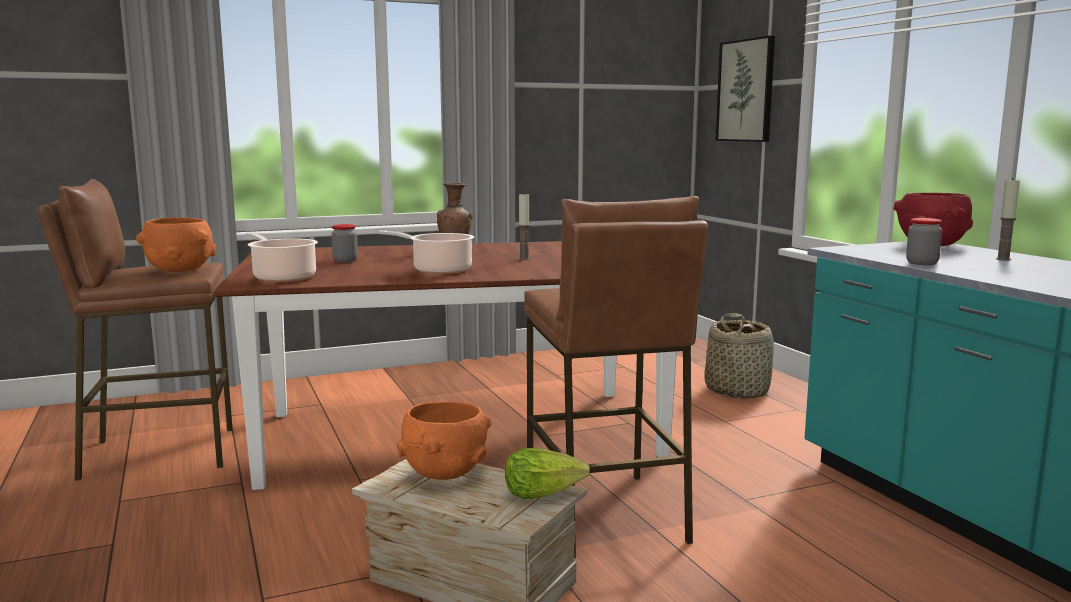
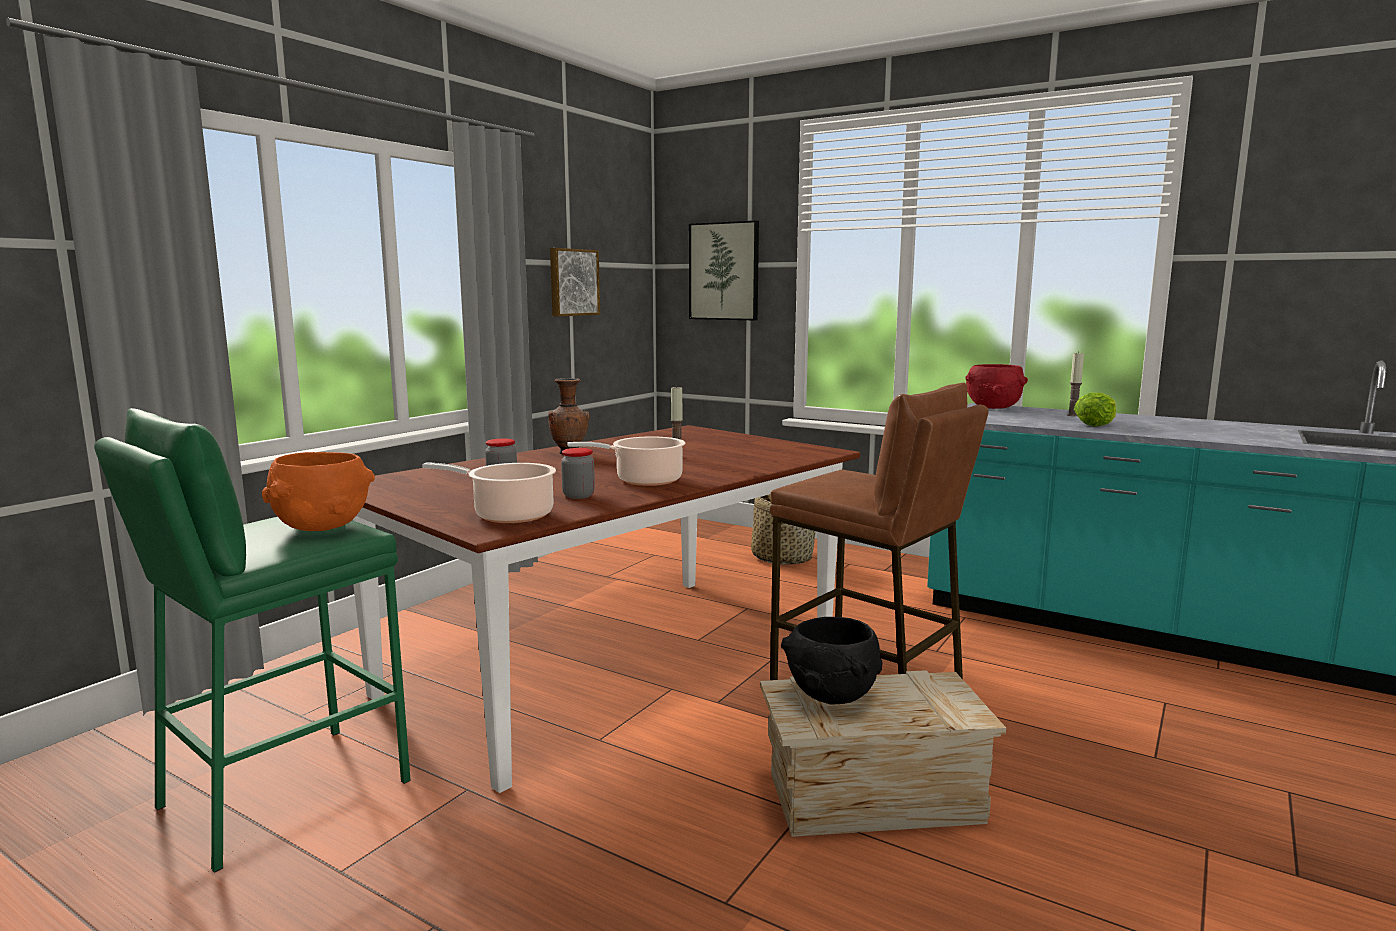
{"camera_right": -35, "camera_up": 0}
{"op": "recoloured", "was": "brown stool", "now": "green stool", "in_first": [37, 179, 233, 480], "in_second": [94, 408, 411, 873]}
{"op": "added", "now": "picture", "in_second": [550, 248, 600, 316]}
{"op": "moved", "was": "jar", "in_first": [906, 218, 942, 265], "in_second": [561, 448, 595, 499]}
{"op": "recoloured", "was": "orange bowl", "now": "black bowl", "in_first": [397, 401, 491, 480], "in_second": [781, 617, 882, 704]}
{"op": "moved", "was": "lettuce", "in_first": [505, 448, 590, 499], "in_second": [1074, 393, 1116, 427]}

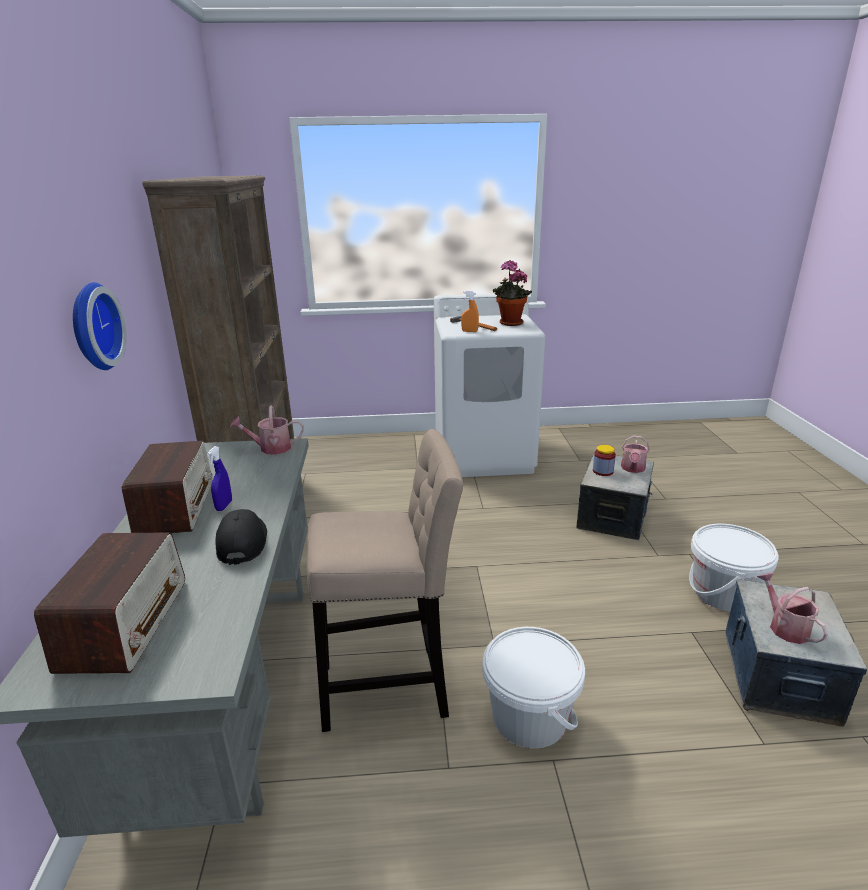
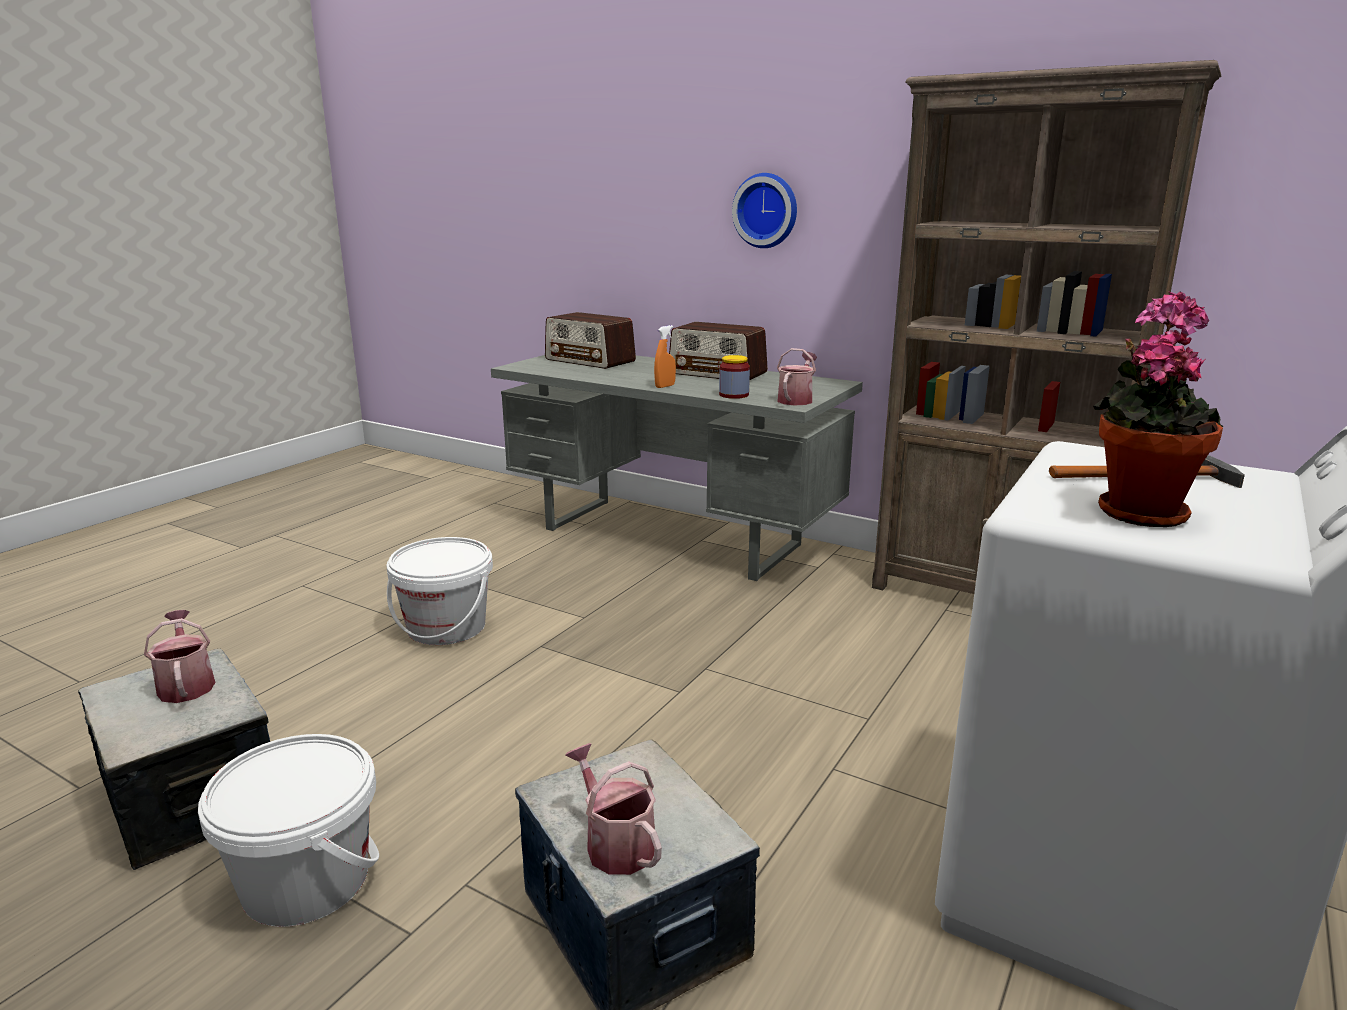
{"camera_right": 125, "camera_up": -5}
{"op": "turned", "was": "watering can", "in_first": [757, 572, 828, 644], "in_second": [144, 610, 216, 703], "clockwise": -135}
{"op": "moved", "was": "orange spray bottle", "in_first": [461, 291, 479, 332], "in_second": [654, 325, 676, 388]}
{"op": "moved", "was": "jar", "in_first": [593, 445, 616, 476], "in_second": [719, 355, 750, 399]}
{"op": "removed", "was": "blue spray bottle", "in_first": [207, 446, 232, 511]}
{"op": "removed", "was": "black cap", "in_first": [215, 509, 267, 565]}
{"op": "removed", "was": "beige stool", "in_first": [307, 429, 463, 732]}

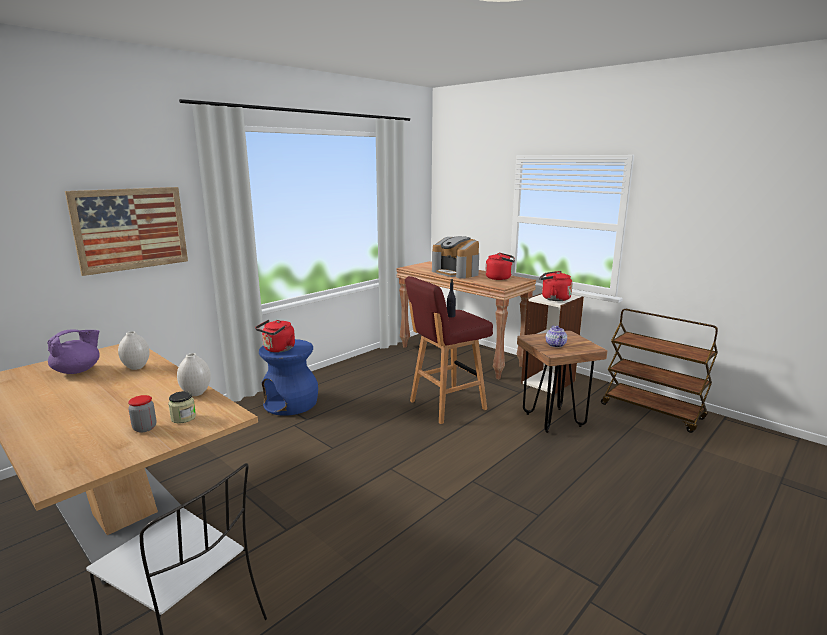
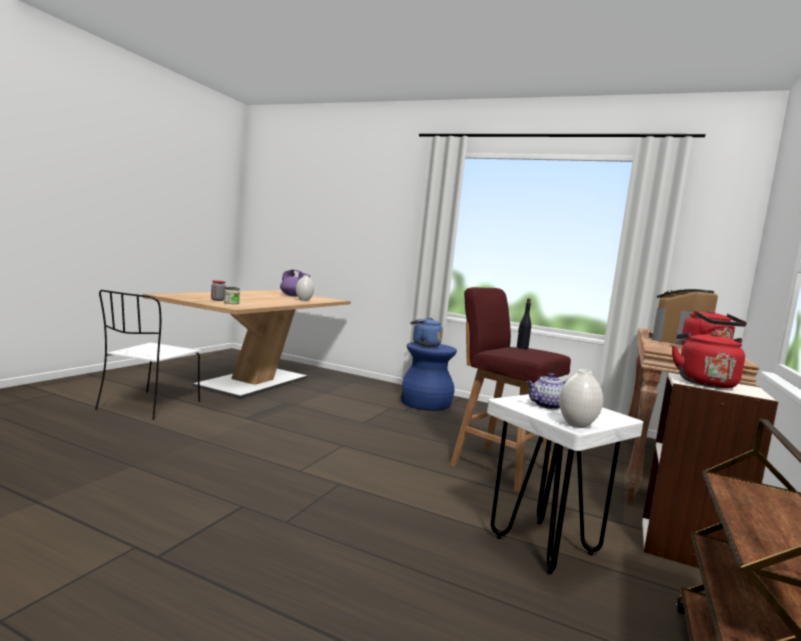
{"camera_right": 70, "camera_up": -10}
{"op": "recoloured", "was": "red kettle", "now": "blue kettle", "in_first": [255, 320, 295, 353], "in_second": [410, 317, 443, 347]}
{"op": "recoloured", "was": "brown stool", "now": "white stool", "in_first": [517, 331, 607, 433], "in_second": [487, 394, 643, 574]}
{"op": "moved", "was": "white vase", "in_first": [177, 353, 211, 396], "in_second": [559, 369, 603, 428]}
{"op": "removed", "was": "picture", "in_first": [65, 187, 188, 276]}

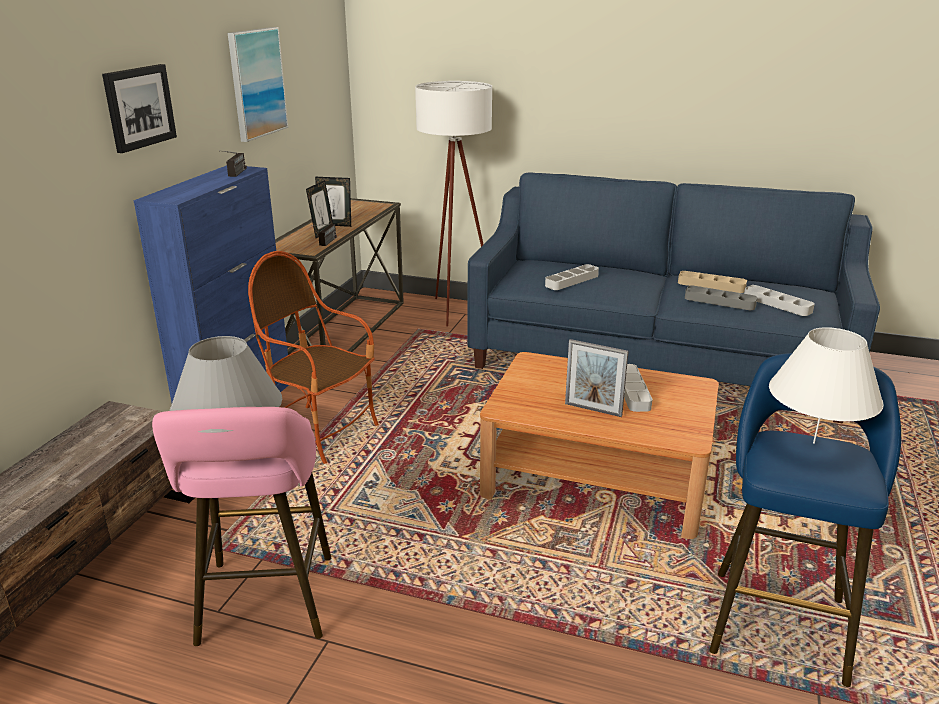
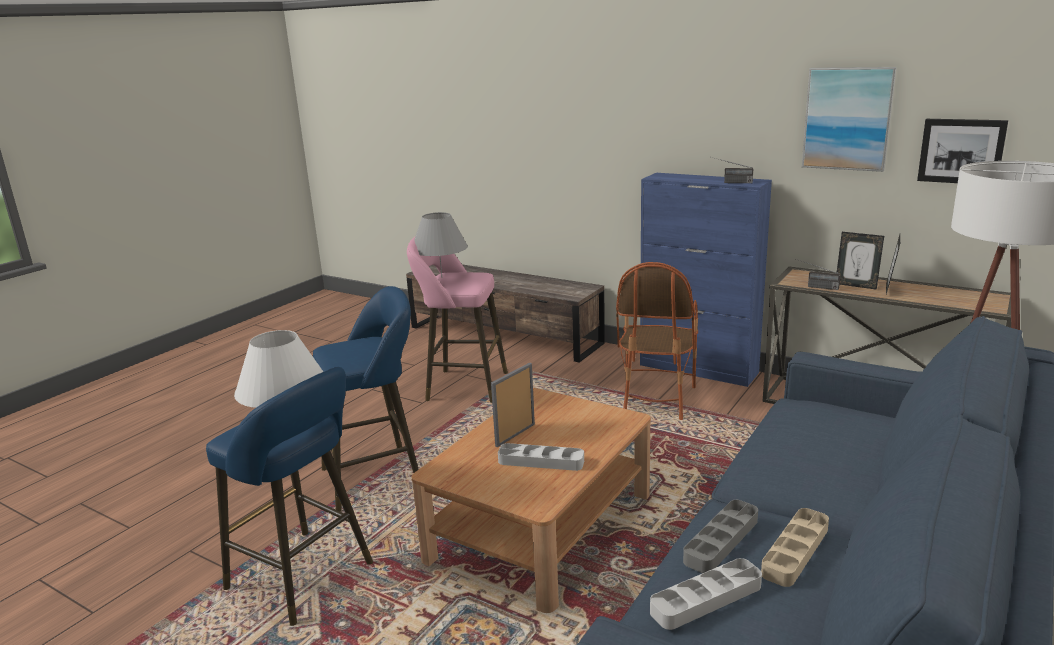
{"camera_right": 105, "camera_up": -5}
{"op": "added", "now": "blue stool", "in_second": [313, 286, 419, 512]}
{"op": "turned", "was": "armchair", "in_first": [248, 251, 379, 464], "in_second": [616, 262, 698, 420], "clockwise": 150}
{"op": "moved", "was": "picture", "in_first": [102, 64, 177, 153], "in_second": [917, 119, 1008, 183]}
{"op": "removed", "was": "grey tray", "in_first": [545, 264, 599, 290]}

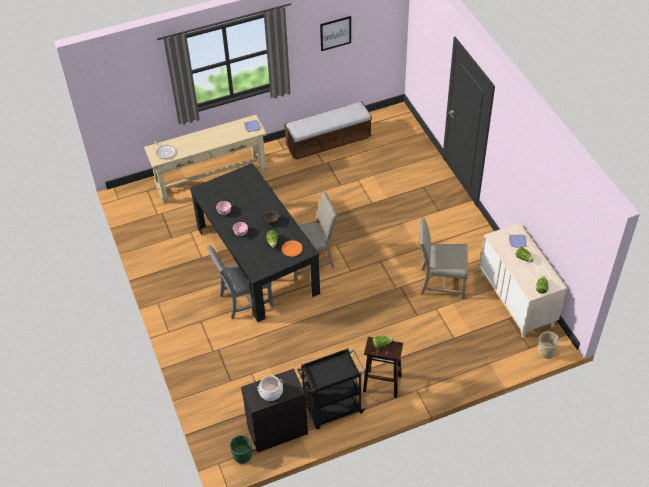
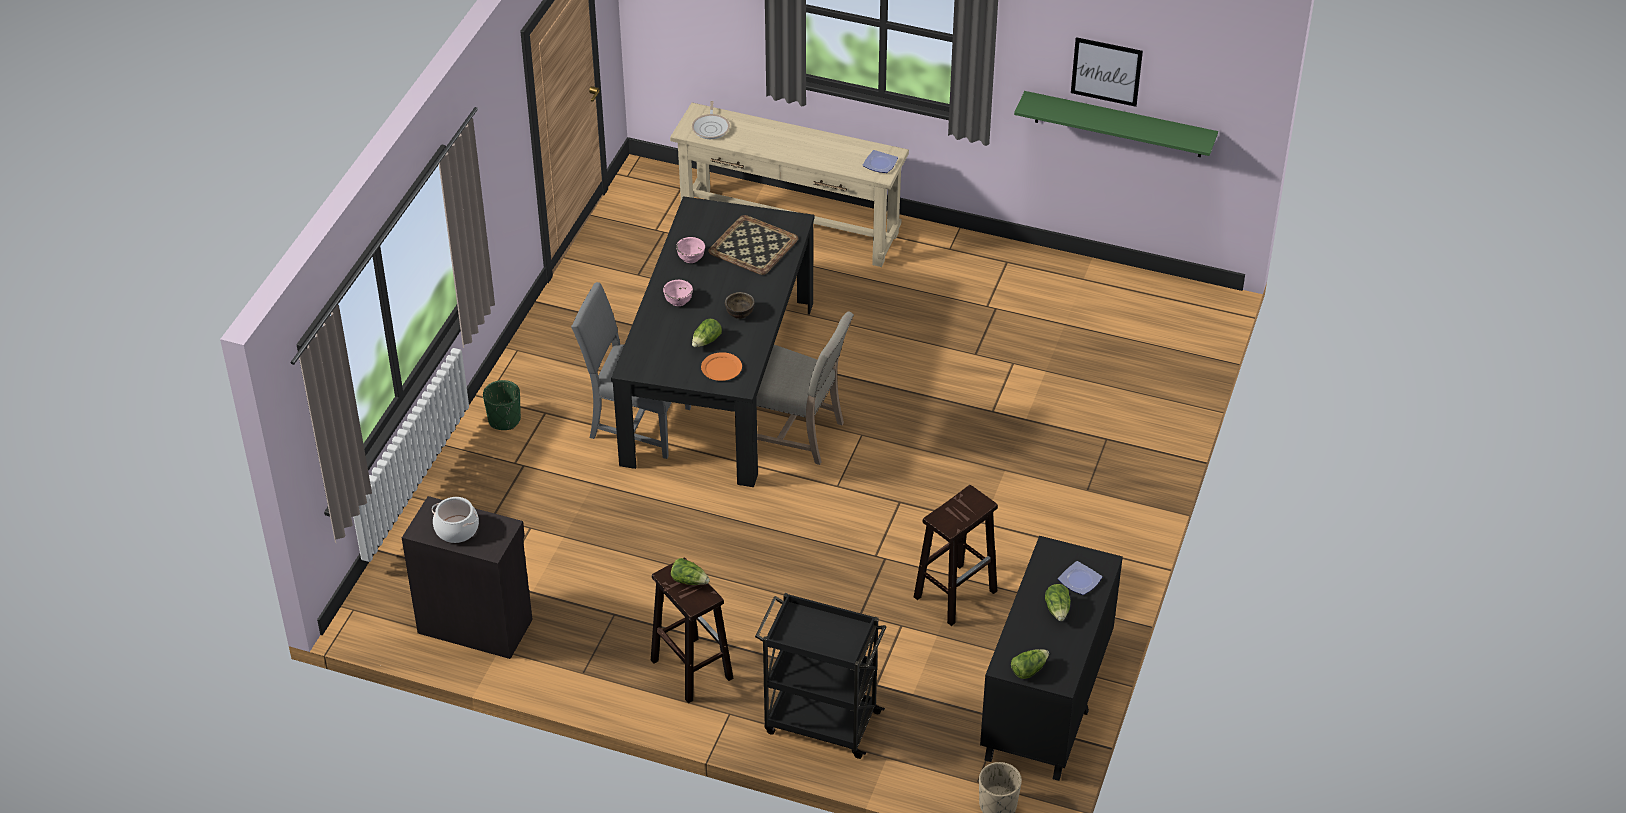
{"camera_right": 40, "camera_up": -5}
{"op": "moved", "was": "green planter", "in_first": [230, 435, 252, 464], "in_second": [483, 380, 521, 430]}
{"op": "added", "now": "tray", "in_second": [708, 215, 798, 275]}
{"op": "moved", "was": "black cart", "in_first": [297, 348, 365, 429], "in_second": [755, 593, 886, 759]}
{"op": "replaced", "was": "beige chair", "now": "brown stool", "in_first": [419, 217, 468, 299], "in_second": [914, 485, 998, 626]}
{"op": "recoloured", "was": "beige dresser", "now": "black dresser", "in_first": [479, 223, 567, 338], "in_second": [980, 536, 1123, 781]}
{"op": "added", "now": "green shelf", "in_second": [1014, 91, 1218, 158]}
{"op": "removed", "was": "bench", "in_first": [284, 101, 372, 160]}

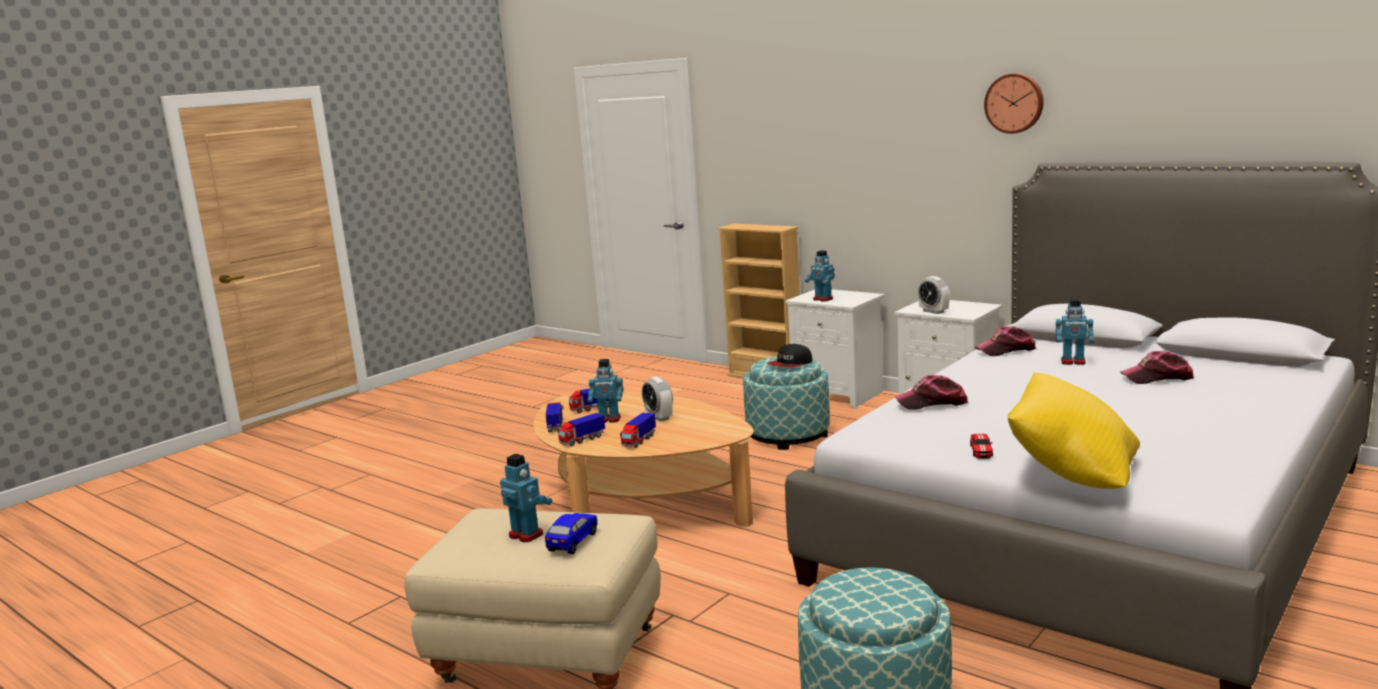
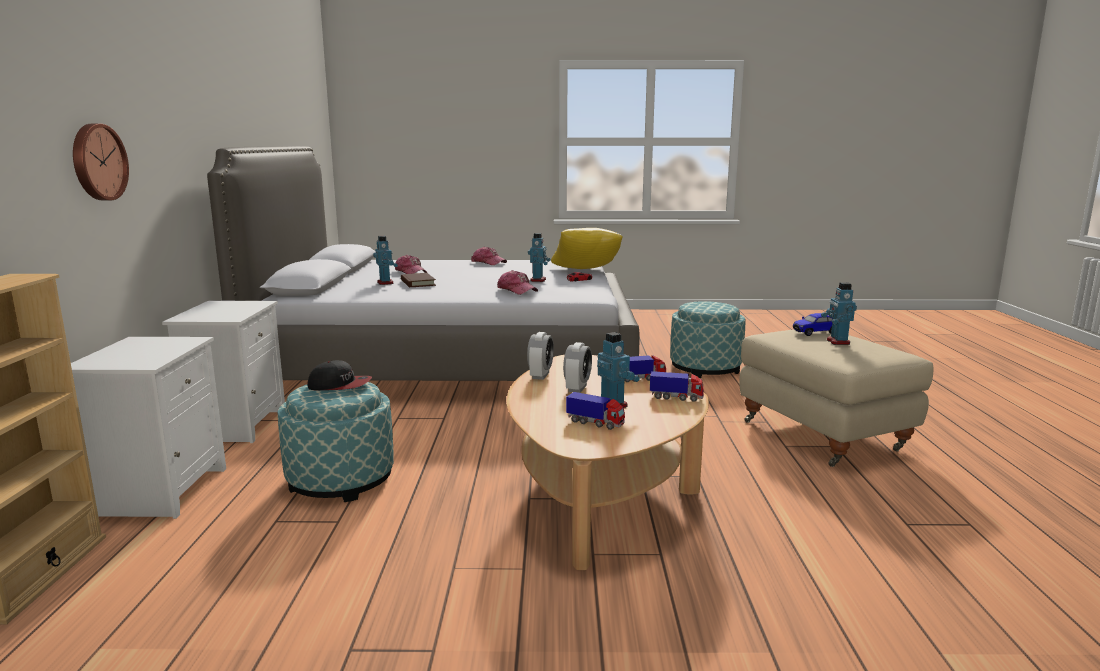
{"camera_right": -130, "camera_up": 0}
{"op": "moved", "was": "wall clock", "in_first": [984, 73, 1044, 134], "in_second": [73, 124, 129, 200]}
{"op": "added", "now": "brown book", "in_second": [401, 273, 436, 287]}
{"op": "moved", "was": "cap", "in_first": [975, 326, 1037, 356], "in_second": [471, 247, 507, 265]}
{"op": "moved", "was": "alarm clock", "in_first": [918, 276, 950, 314], "in_second": [527, 332, 554, 380]}
{"op": "moved", "was": "toy robot", "in_first": [805, 250, 835, 302], "in_second": [528, 233, 551, 282]}
{"op": "removed", "was": "toy truck", "in_first": [546, 402, 563, 432]}

